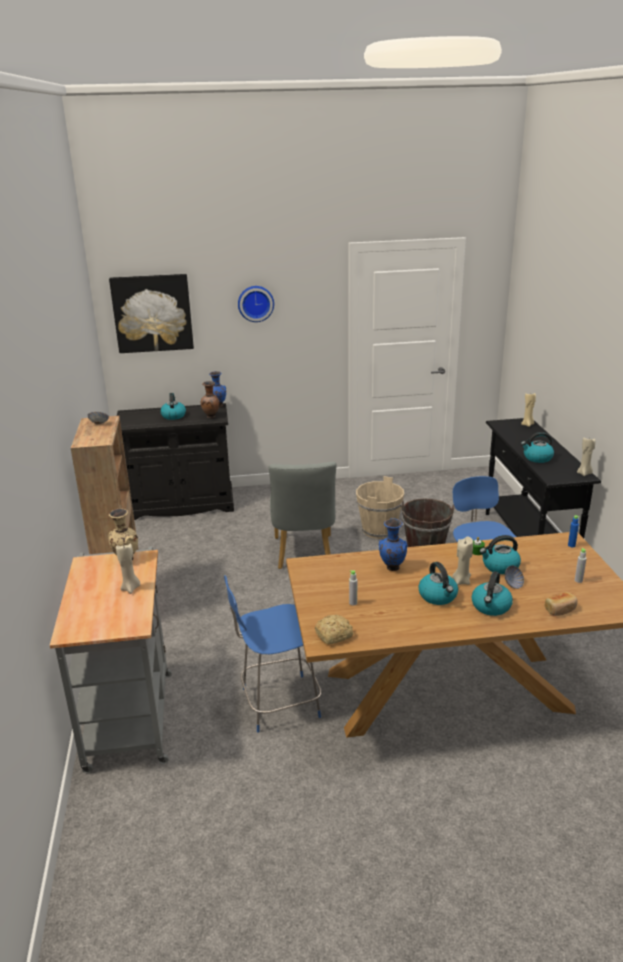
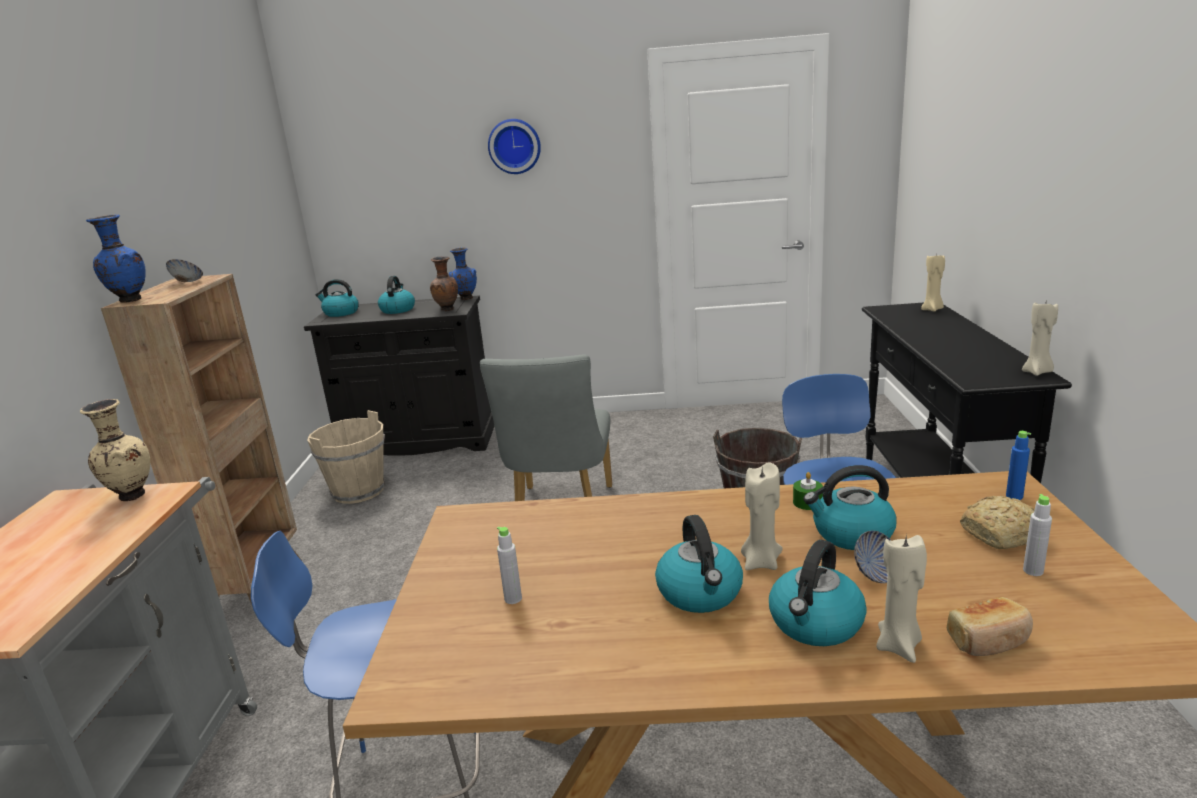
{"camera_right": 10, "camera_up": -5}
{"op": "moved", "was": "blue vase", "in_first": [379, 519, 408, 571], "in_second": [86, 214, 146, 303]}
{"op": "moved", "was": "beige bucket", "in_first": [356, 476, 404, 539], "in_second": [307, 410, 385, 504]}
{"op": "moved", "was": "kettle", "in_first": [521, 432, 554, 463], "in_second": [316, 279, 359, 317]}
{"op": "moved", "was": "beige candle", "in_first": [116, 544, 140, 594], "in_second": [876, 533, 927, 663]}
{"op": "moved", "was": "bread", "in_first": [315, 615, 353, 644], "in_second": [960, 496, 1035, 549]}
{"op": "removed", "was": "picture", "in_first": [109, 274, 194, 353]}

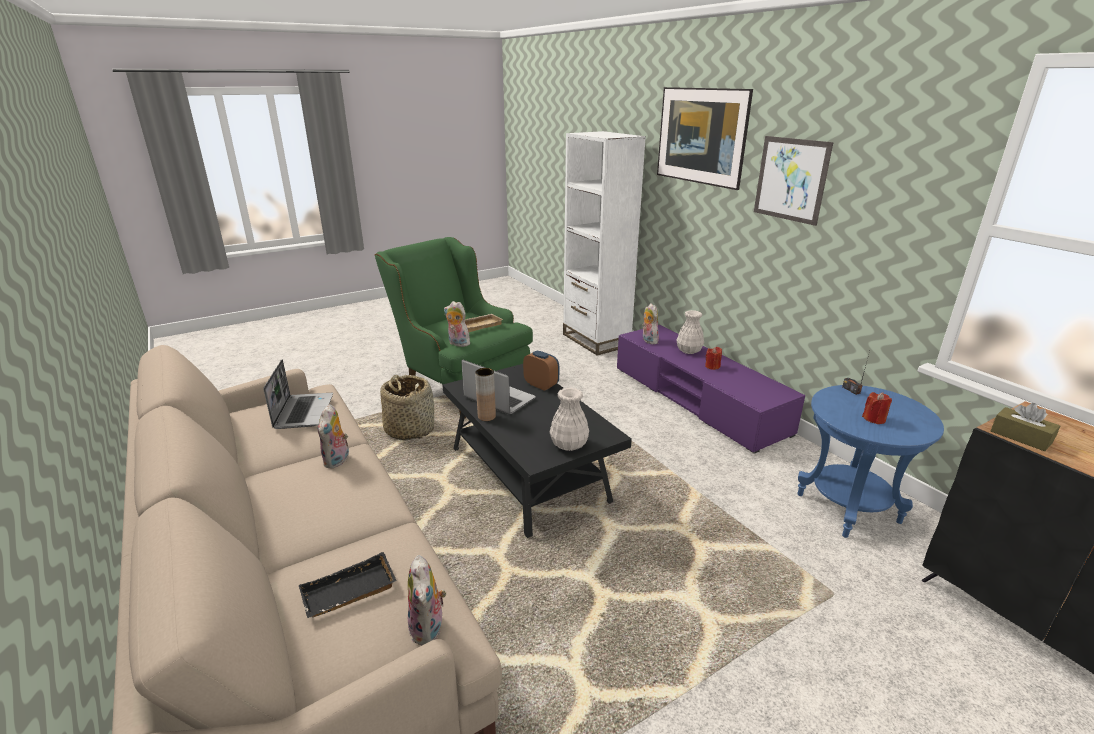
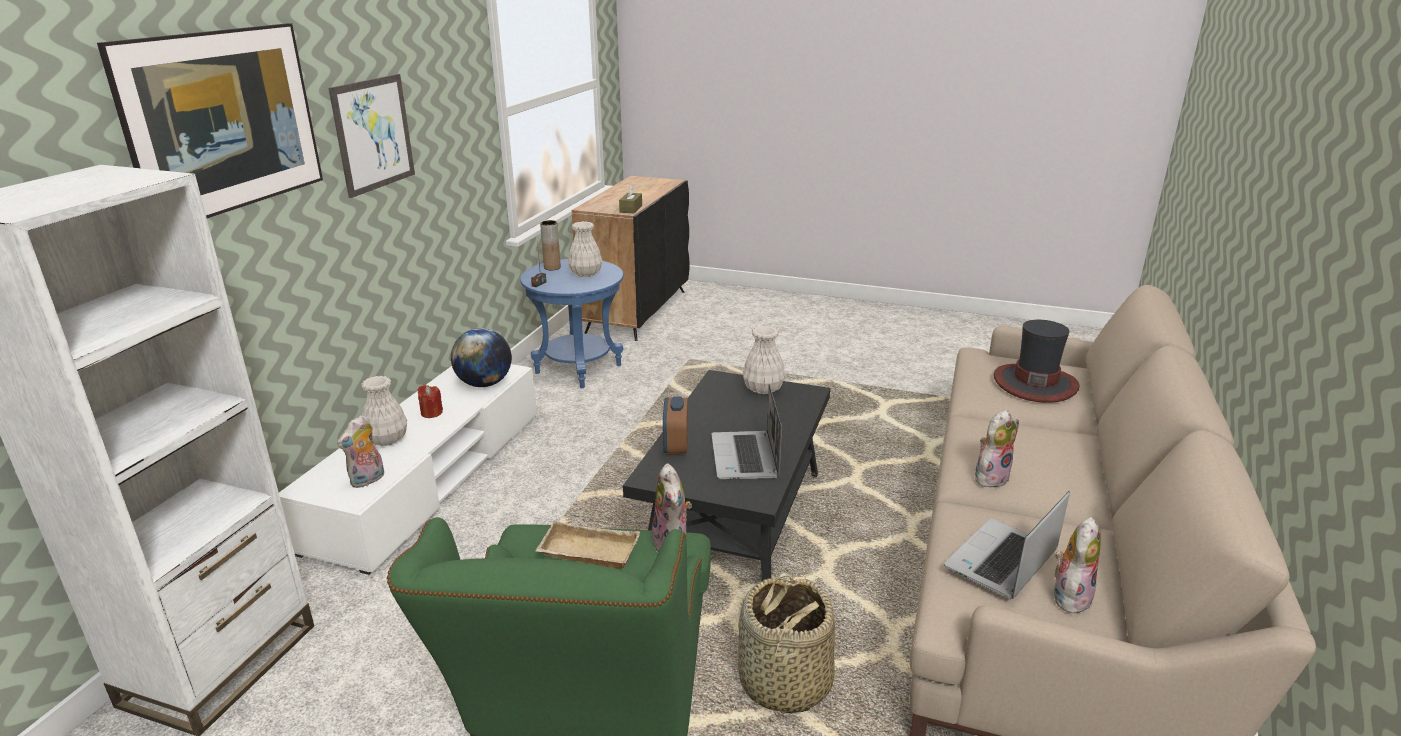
{"camera_right": -130, "camera_up": 0}
{"op": "recoloured", "was": "purple tv stand", "now": "white tv stand", "in_first": [617, 325, 805, 454], "in_second": [279, 364, 537, 575]}
{"op": "added", "now": "globe", "in_second": [451, 328, 512, 387]}
{"op": "moved", "was": "brown vase", "in_first": [475, 368, 496, 421], "in_second": [540, 220, 561, 270]}
{"op": "replaced", "was": "red candle", "now": "white vase", "in_first": [862, 392, 892, 424], "in_second": [568, 221, 602, 277]}
{"op": "replaced", "was": "black tray", "now": "hat", "in_first": [298, 552, 397, 618], "in_second": [994, 320, 1080, 403]}
{"op": "moved", "was": "plush toy", "in_first": [408, 555, 446, 645], "in_second": [1051, 517, 1101, 613]}

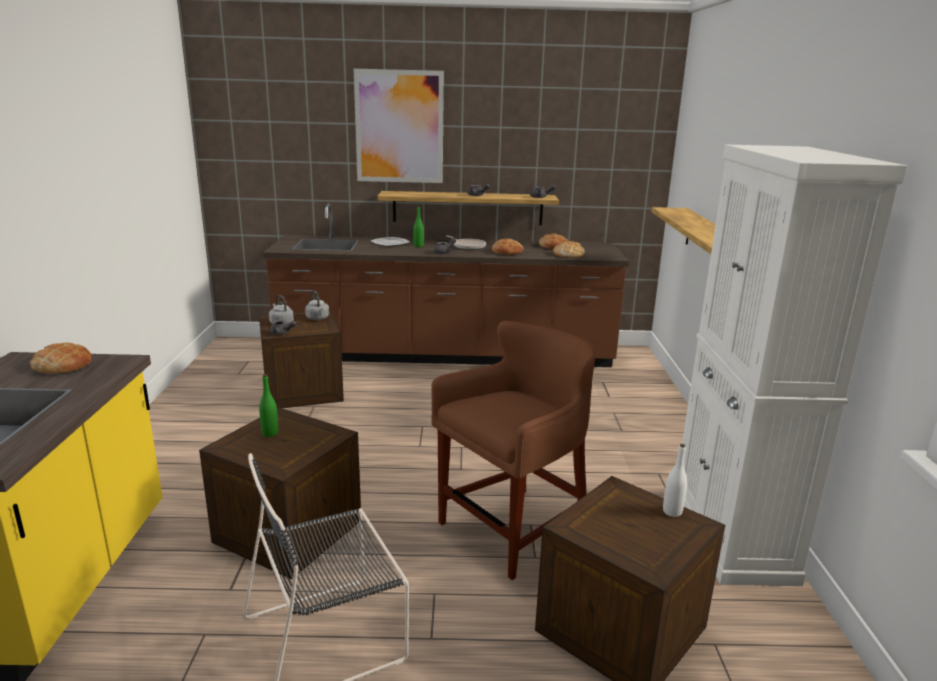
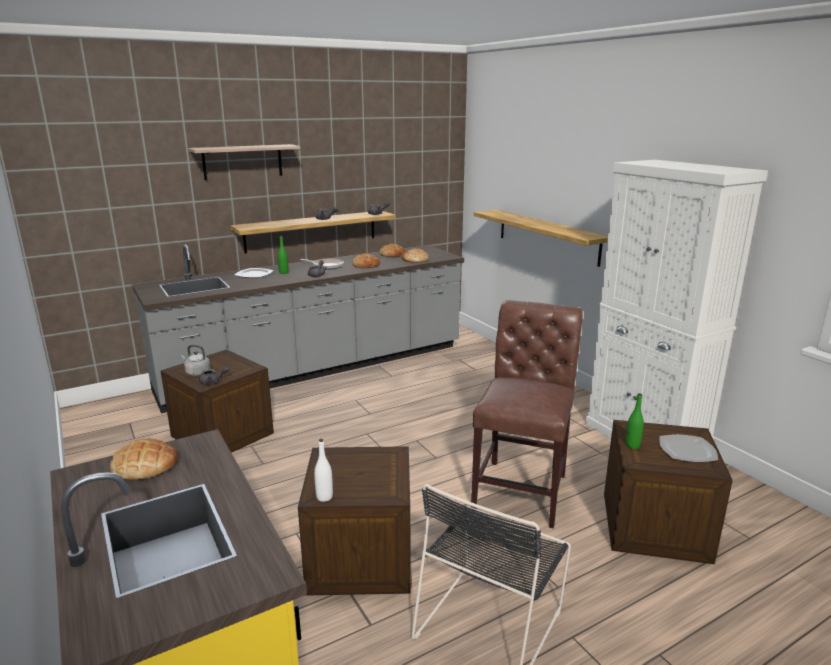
{"camera_right": -30, "camera_up": 0}
{"op": "recoloured", "was": "brown counter", "now": "grey counter", "in_first": [263, 203, 629, 367], "in_second": [132, 245, 464, 413]}
{"op": "replaced", "was": "picture", "now": "shelf", "in_first": [354, 69, 444, 183], "in_second": [188, 144, 300, 180]}
{"op": "moved", "was": "white bottle", "in_first": [663, 444, 687, 517], "in_second": [314, 439, 333, 502]}
{"op": "replaced", "was": "brown stool", "now": "brown chair", "in_first": [432, 321, 595, 580], "in_second": [471, 300, 583, 528]}
{"op": "moved", "was": "green bottle", "in_first": [259, 374, 278, 437], "in_second": [625, 393, 644, 449]}
{"op": "added", "now": "plate", "in_second": [659, 434, 718, 462]}
{"op": "removed", "was": "grey kettle", "in_first": [305, 290, 329, 320]}

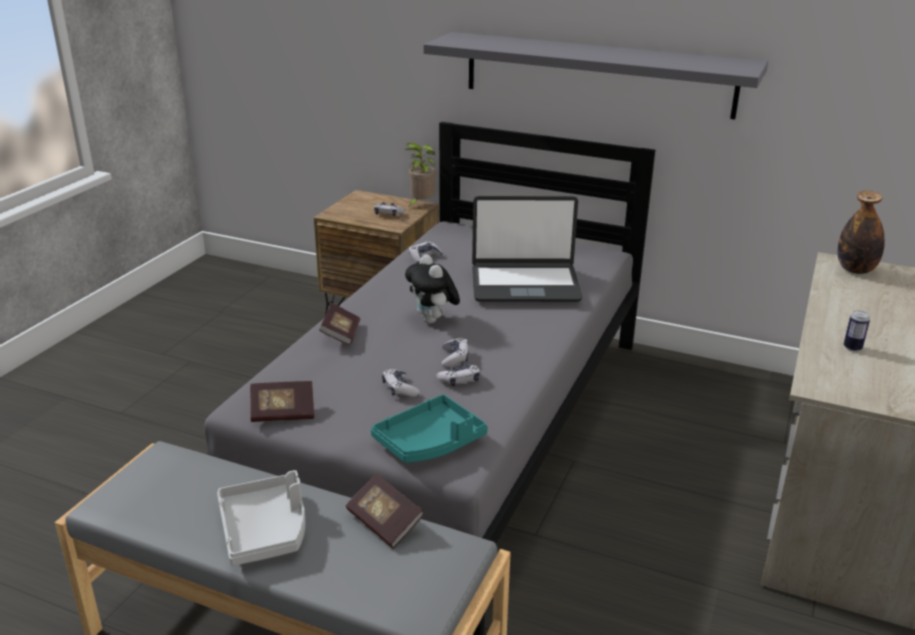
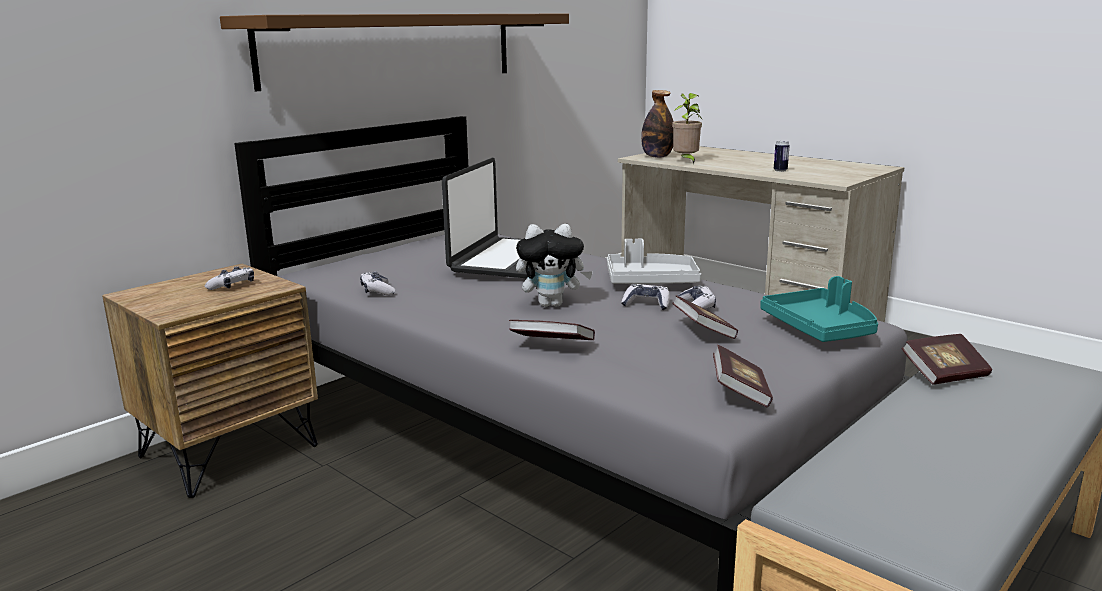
{"camera_right": -70, "camera_up": -10}
{"op": "recoloured", "was": "grey shelf", "now": "brown shelf", "in_first": [423, 32, 768, 119], "in_second": [220, 14, 569, 91]}
{"op": "moved", "was": "grey tray", "in_first": [217, 470, 305, 566], "in_second": [607, 239, 701, 284]}
{"op": "moved", "was": "potted plant", "in_first": [405, 143, 436, 206], "in_second": [672, 93, 703, 164]}
{"op": "replaced", "was": "game controller", "now": "book", "in_first": [382, 369, 420, 397], "in_second": [672, 296, 738, 339]}

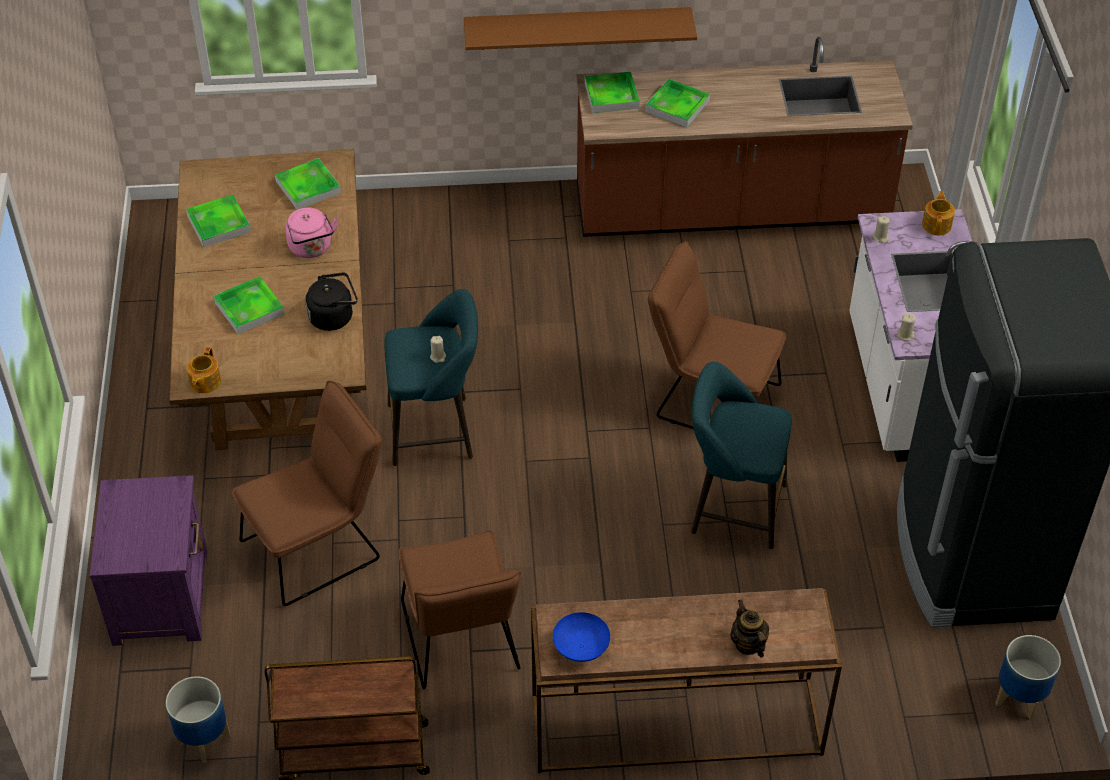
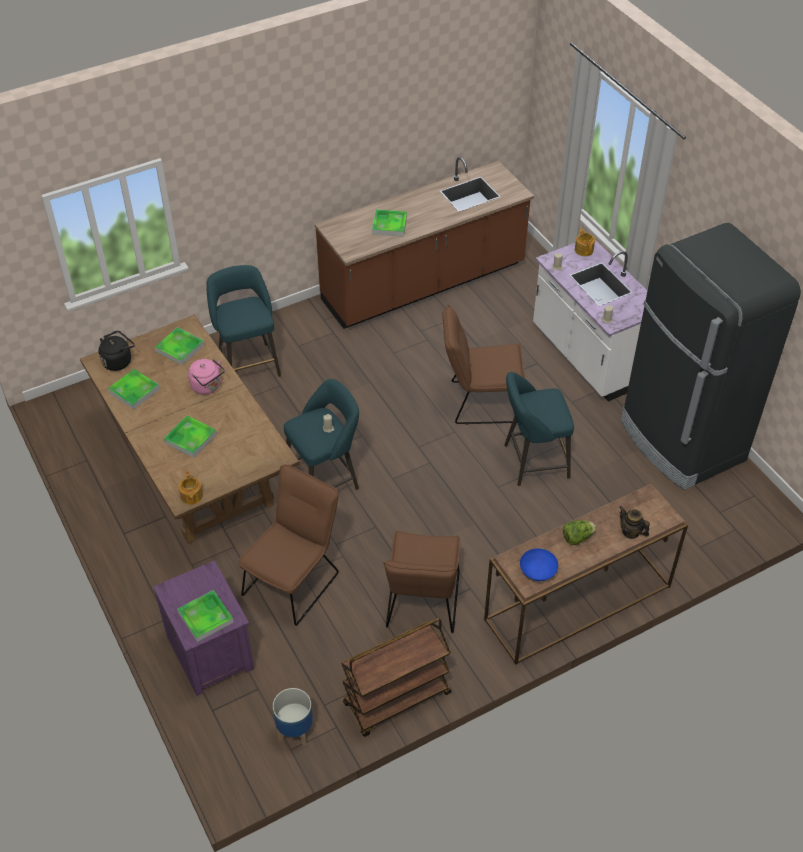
{"camera_right": -25, "camera_up": 0}
{"op": "moved", "was": "black kettle", "in_first": [305, 273, 358, 331], "in_second": [98, 331, 135, 371]}
{"op": "moved", "was": "tray", "in_first": [585, 71, 640, 113], "in_second": [178, 590, 234, 642]}
{"op": "added", "now": "turquoise stool", "in_second": [206, 265, 281, 377]}
{"op": "turned", "was": "brown chair", "in_first": [398, 530, 521, 689], "in_second": [383, 531, 460, 633], "clockwise": 45}
{"op": "added", "now": "lettuce", "in_second": [563, 520, 596, 545]}
{"op": "removed", "was": "brown shelf", "in_first": [464, 7, 697, 50]}
{"op": "removed", "was": "planter", "in_first": [995, 635, 1061, 720]}

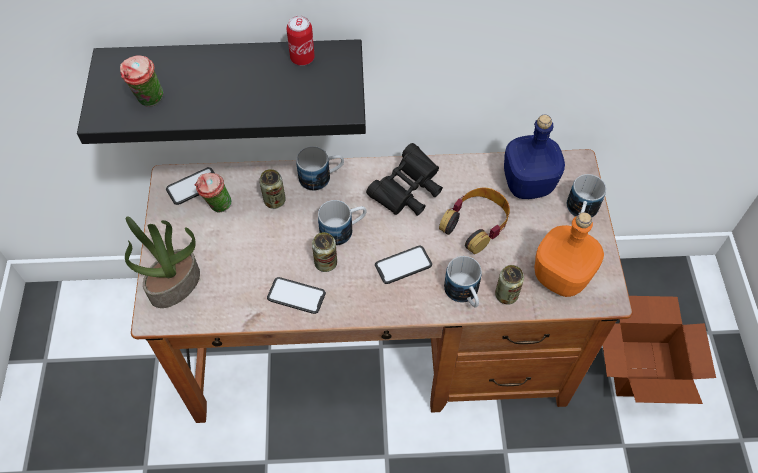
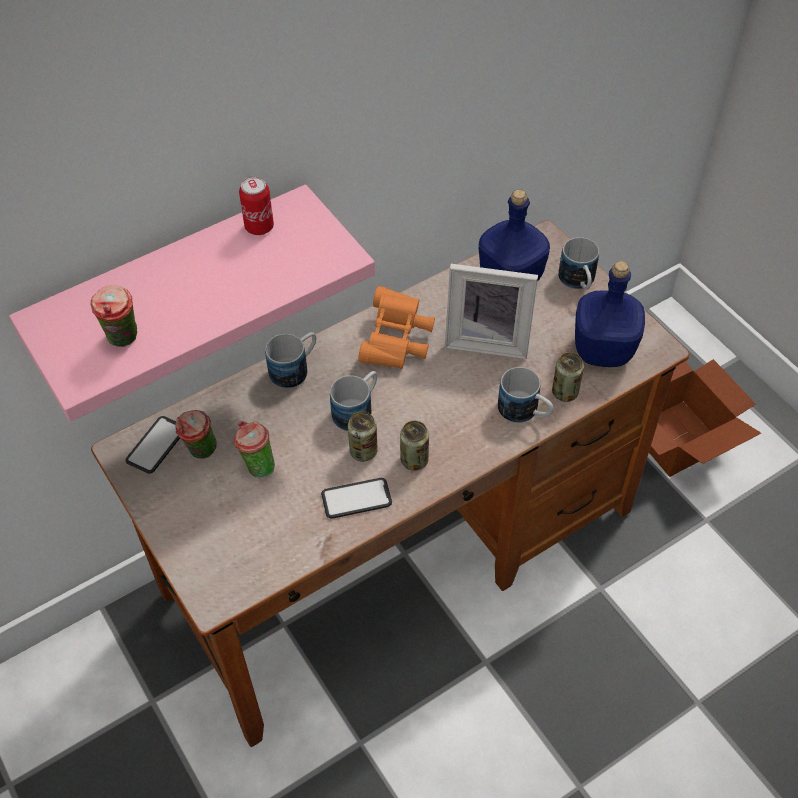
{"camera_right": -30, "camera_up": -5}
{"op": "recoloured", "was": "black shelf", "now": "pink shelf", "in_first": [77, 39, 366, 144], "in_second": [9, 184, 375, 422]}
{"op": "added", "now": "cup", "in_second": [234, 421, 275, 478]}
{"op": "recoloured", "was": "black binoculars", "now": "orange binoculars", "in_first": [366, 143, 443, 216], "in_second": [358, 286, 435, 369]}
{"op": "moved", "was": "can", "in_first": [259, 169, 286, 209], "in_second": [400, 421, 429, 471]}
{"op": "replaced", "was": "headphones", "now": "picture frame", "in_first": [439, 187, 510, 254], "in_second": [445, 264, 538, 359]}
{"op": "recoloured", "was": "orange bottle", "now": "blue bottle", "in_first": [534, 212, 604, 297], "in_second": [575, 261, 645, 367]}
{"op": "removed", "was": "potted plant", "in_first": [125, 217, 200, 308]}
{"op": "removed", "was": "phone", "in_first": [375, 246, 432, 284]}

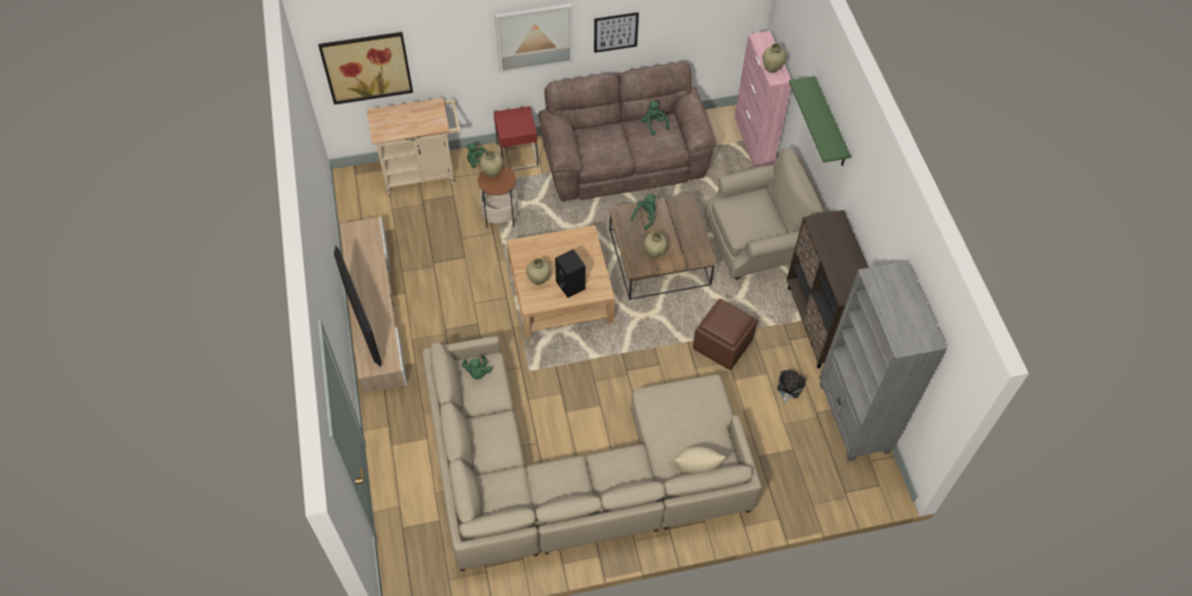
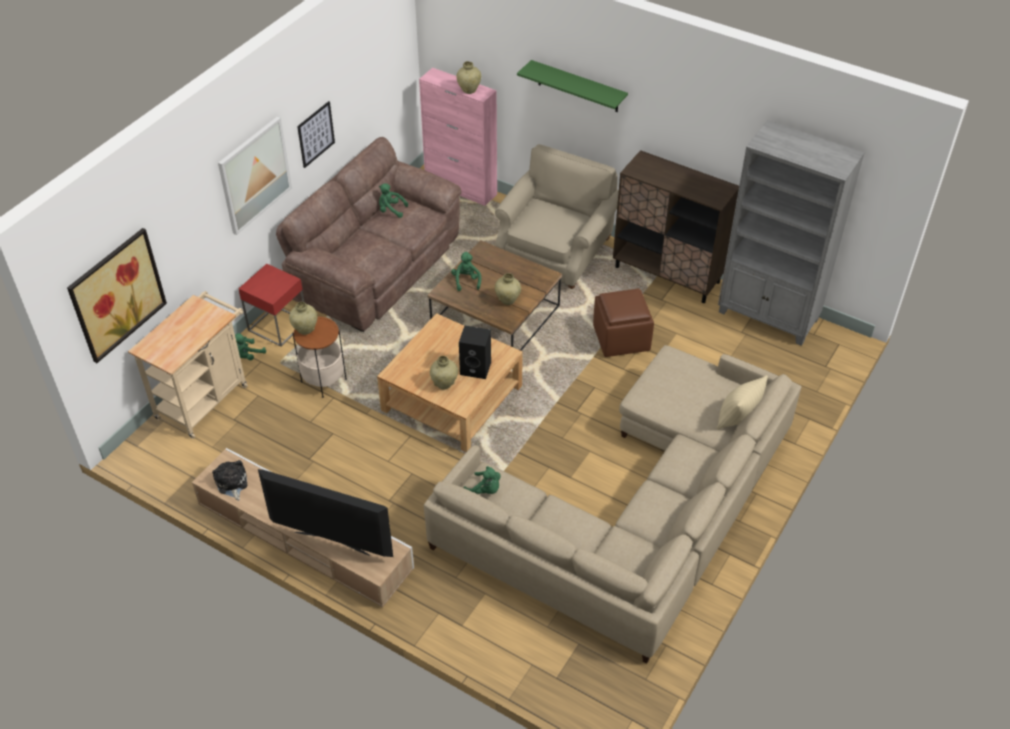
{"camera_right": -45, "camera_up": -10}
{"op": "moved", "was": "plush toy", "in_first": [777, 370, 806, 404], "in_second": [212, 460, 247, 501]}

